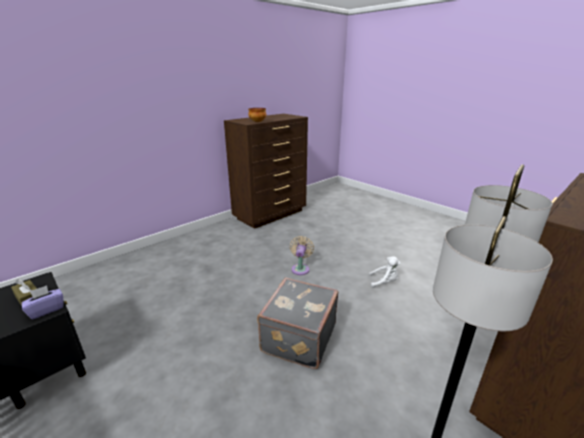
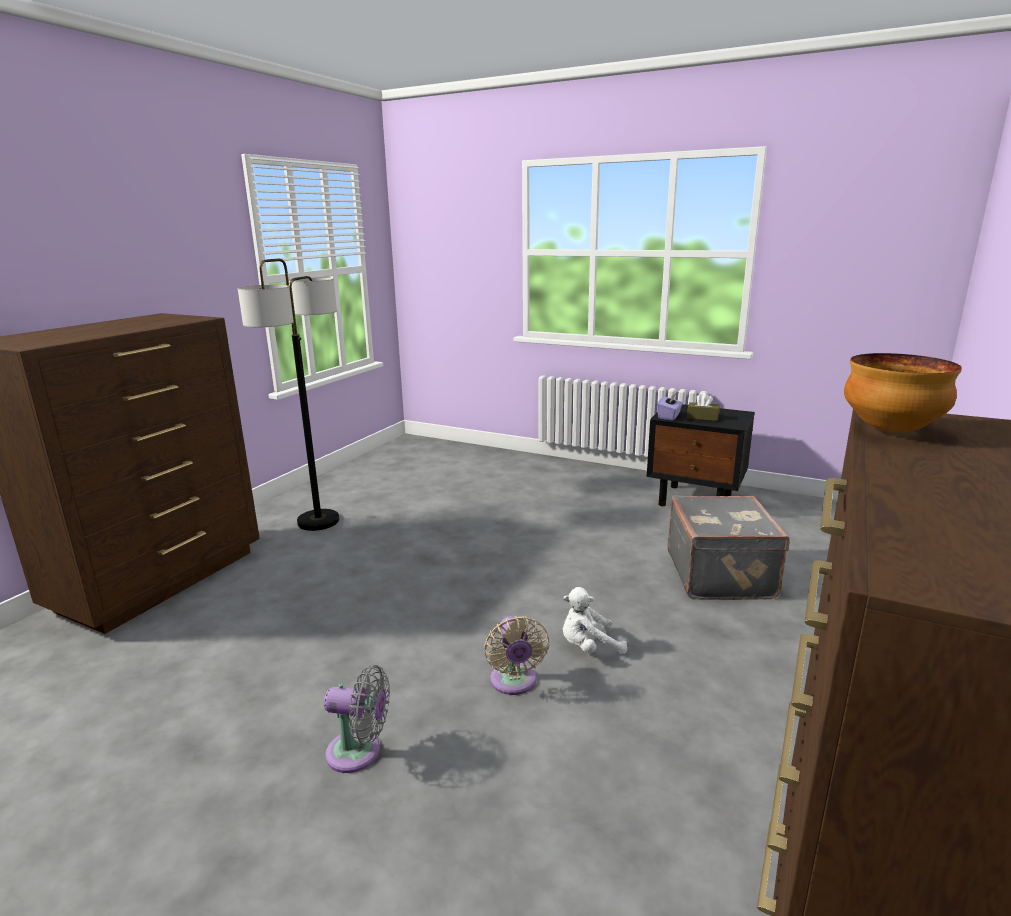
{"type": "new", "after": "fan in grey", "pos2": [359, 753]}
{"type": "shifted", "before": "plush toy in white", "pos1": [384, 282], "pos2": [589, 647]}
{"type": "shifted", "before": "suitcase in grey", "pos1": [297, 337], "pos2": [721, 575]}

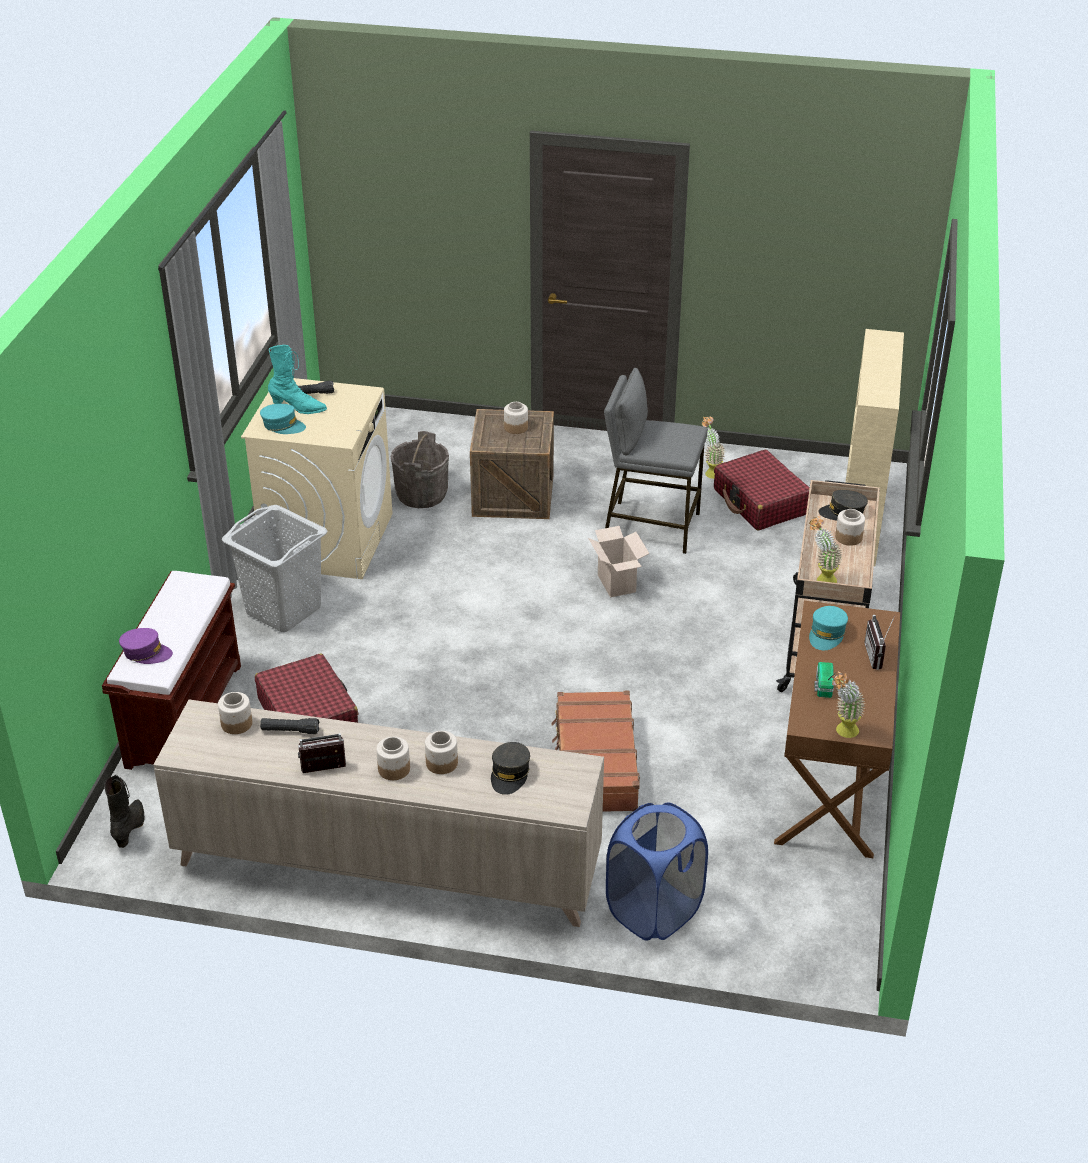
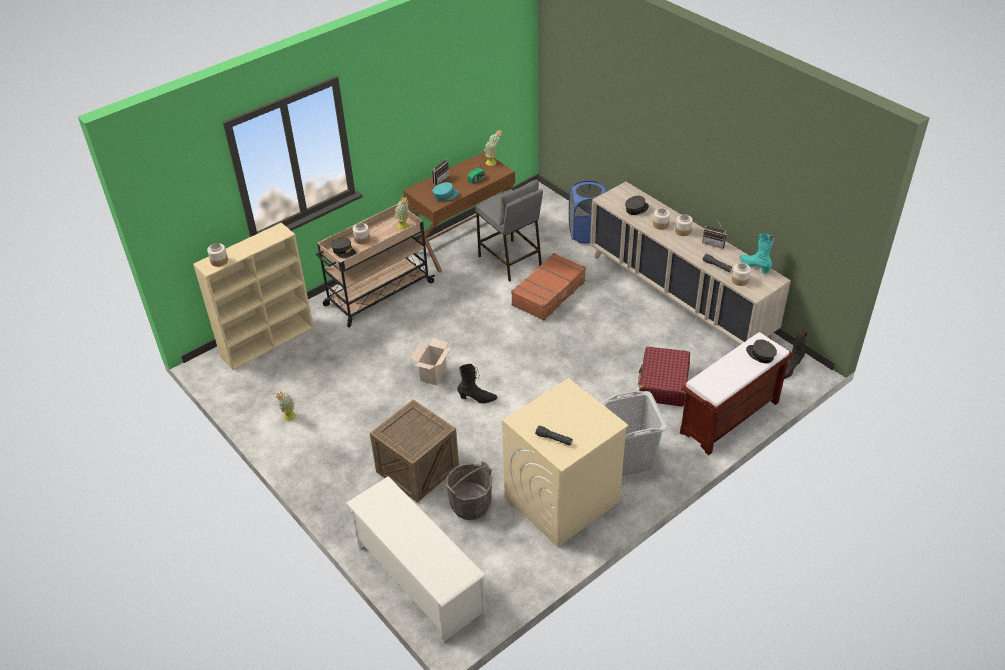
{"type": "shifted", "before": "jar", "pos1": [515, 427], "pos2": [219, 261]}
{"type": "new", "after": "shoe rack in white", "pos2": [419, 578]}
{"type": "new", "after": "boot in black", "pos2": [477, 398]}
{"type": "shifted", "before": "stool in grey", "pos1": [651, 526], "pos2": [510, 261]}
{"type": "shifted", "before": "boot in turquoise", "pos1": [298, 408], "pos2": [754, 266]}
{"type": "repainted", "before": "cap in purple", "after": "cap in grey", "pos1": [146, 653], "pos2": [760, 355]}
{"type": "gone", "before": "cap in turquoise", "pos1": [283, 425]}
{"type": "gone", "before": "suitcase in red", "pos1": [760, 502]}

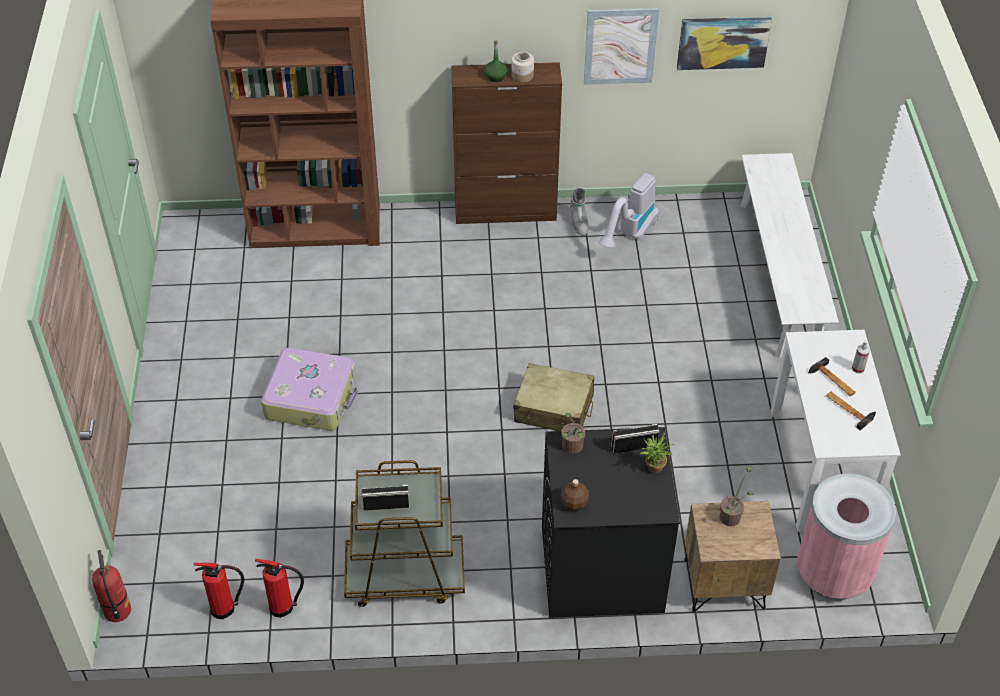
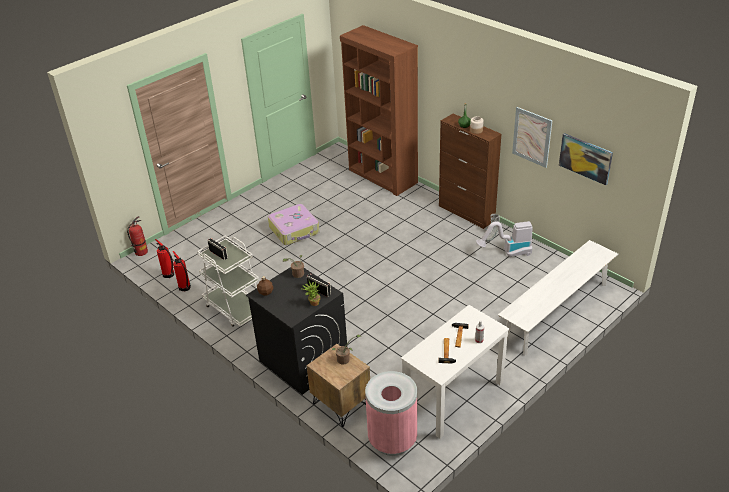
{"type": "repainted", "before": "cart in brown", "after": "cart in white", "pos1": [404, 576], "pos2": [235, 308]}
{"type": "gone", "before": "suitcase in beige", "pos1": [554, 408]}

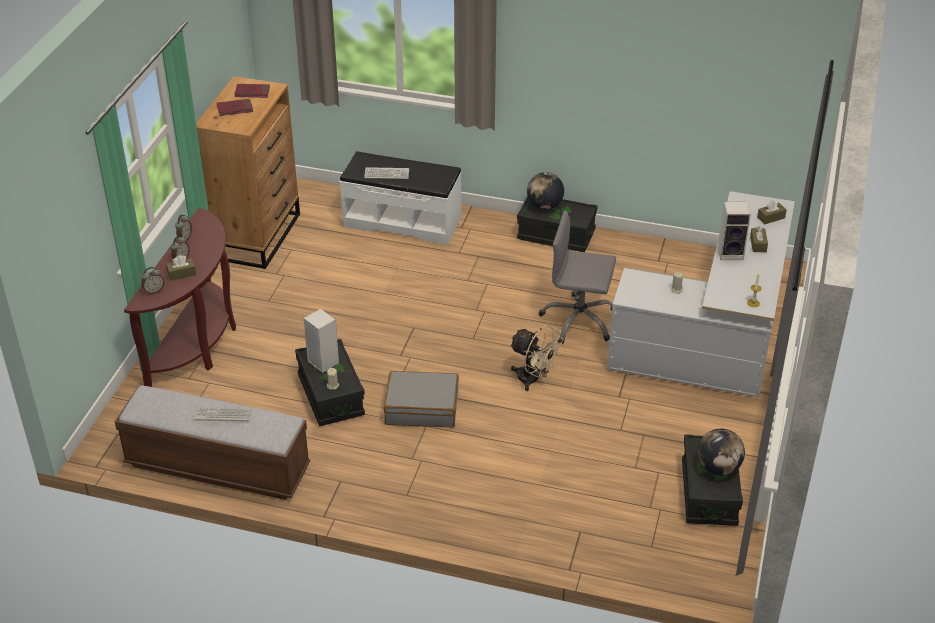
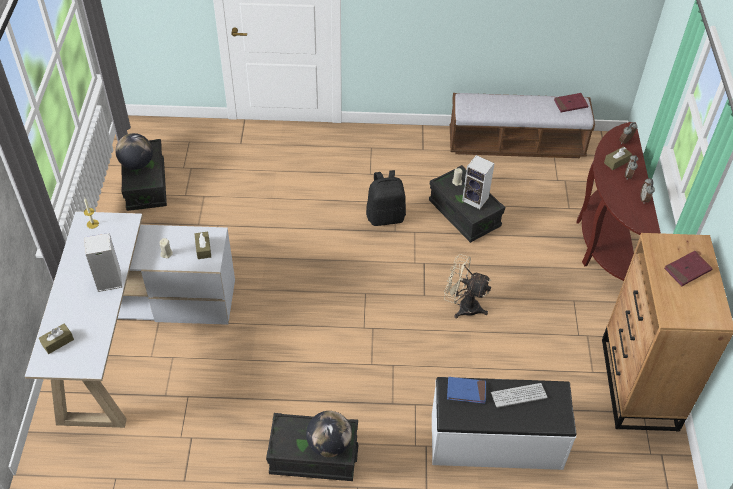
{"type": "shifted", "before": "tissue box in brown", "pos1": [758, 244], "pos2": [203, 248]}
{"type": "swapped", "before": "suitcase in grey", "after": "backpack in black", "pos1": [422, 407], "pos2": [385, 216]}
{"type": "shifted", "before": "fan in beige", "pos1": [533, 379], "pos2": [463, 306]}
{"type": "new", "after": "book in blue", "pos2": [466, 391]}
{"type": "shifted", "before": "book in red", "pos1": [252, 92], "pos2": [570, 104]}
{"type": "gone", "before": "keyboard", "pos1": [223, 415]}
{"type": "gone", "before": "office chair in grey", "pos1": [579, 321]}

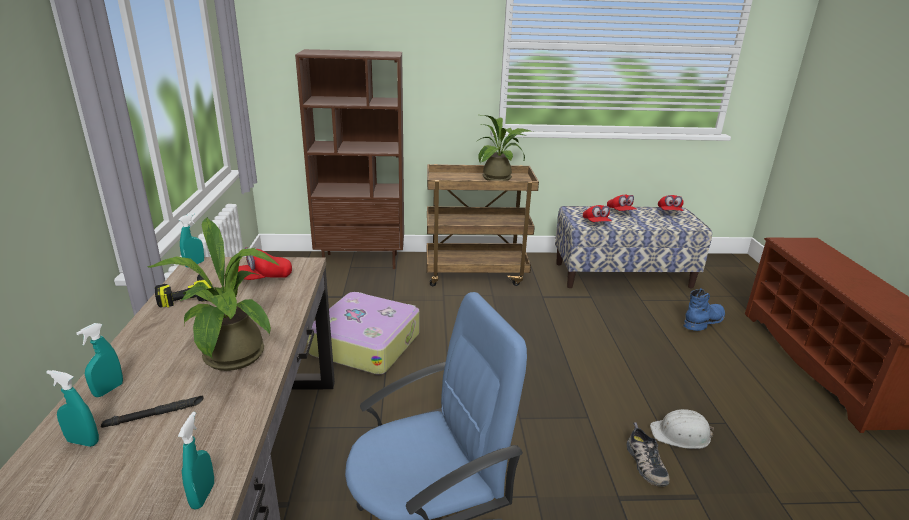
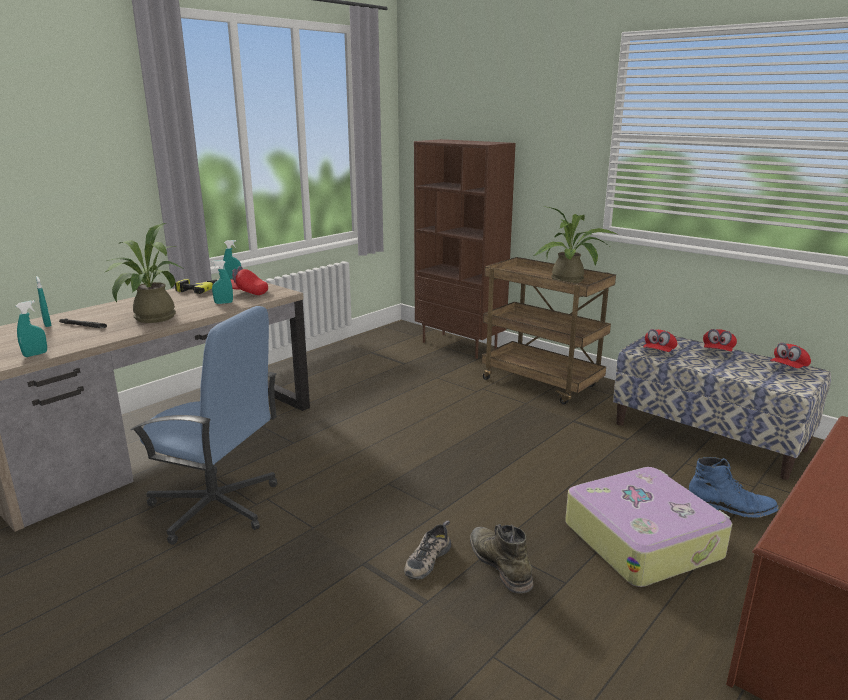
{"type": "shifted", "before": "spray bottle in turquoise", "pos1": [108, 390], "pos2": [223, 303]}
{"type": "swapped", "before": "hard hat in white", "after": "boot in green", "pos1": [681, 434], "pos2": [500, 564]}
{"type": "shifted", "before": "suitcase", "pos1": [365, 343], "pos2": [642, 539]}

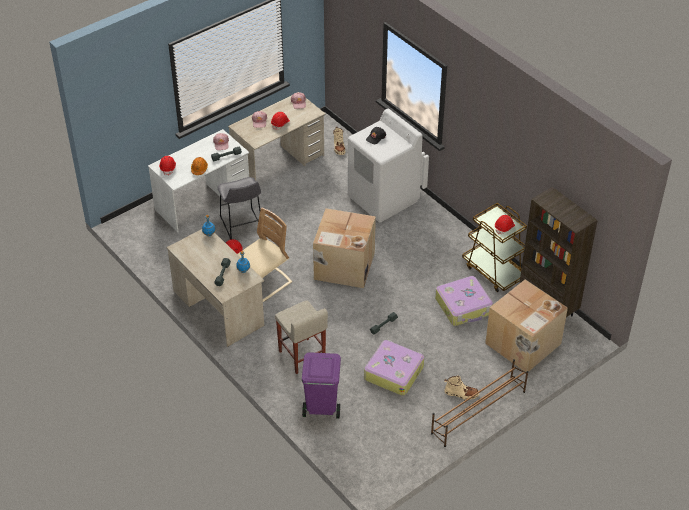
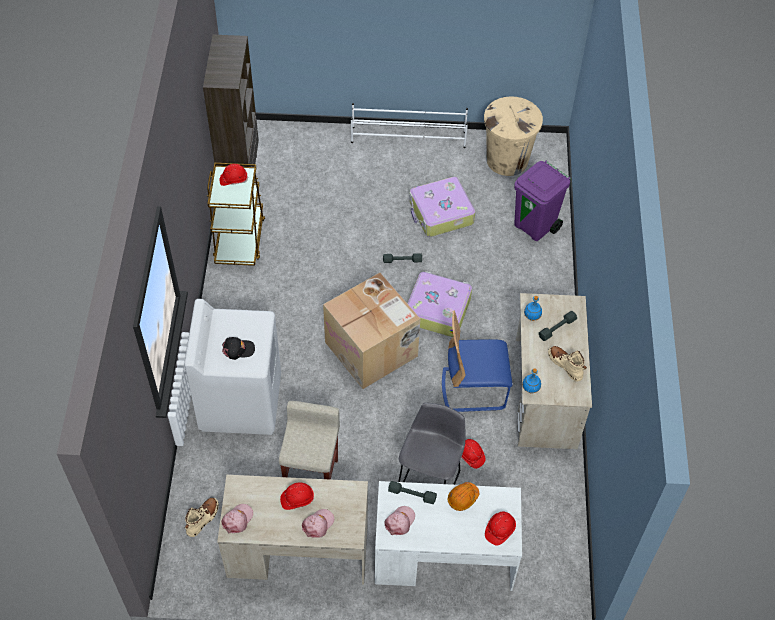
{"type": "shifted", "before": "stool in beige", "pos1": [302, 356], "pos2": [312, 475]}
{"type": "repainted", "before": "shoe rack in brown", "after": "shoe rack in white", "pos1": [478, 412], "pos2": [409, 137]}
{"type": "shifted", "before": "suitcase", "pos1": [464, 306], "pos2": [437, 309]}
{"type": "repainted", "before": "chair in beige", "after": "chair in blue", "pos1": [263, 283], "pos2": [473, 389]}
{"type": "new", "after": "trash can in beige", "pos2": [507, 159]}
{"type": "shifted", "before": "boot in beige", "pos1": [461, 393], "pos2": [565, 365]}
{"type": "gone", "before": "cardboard box", "pos1": [523, 344]}

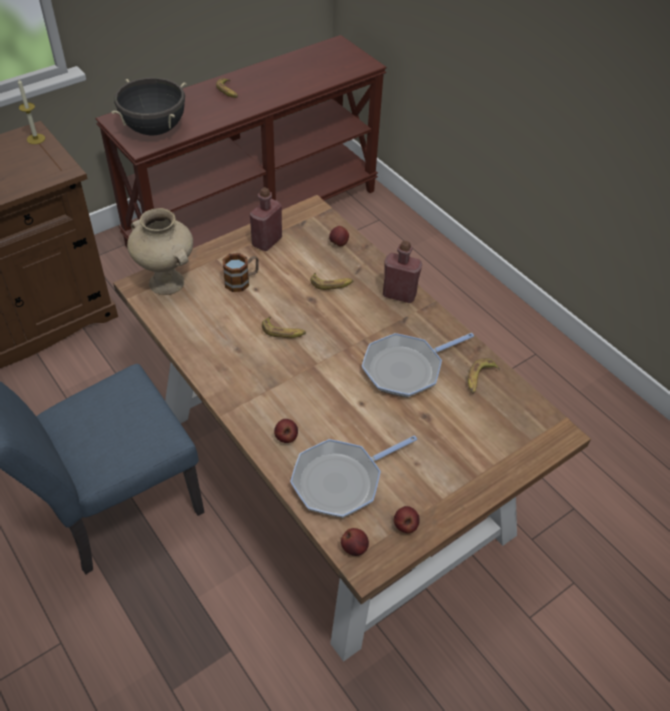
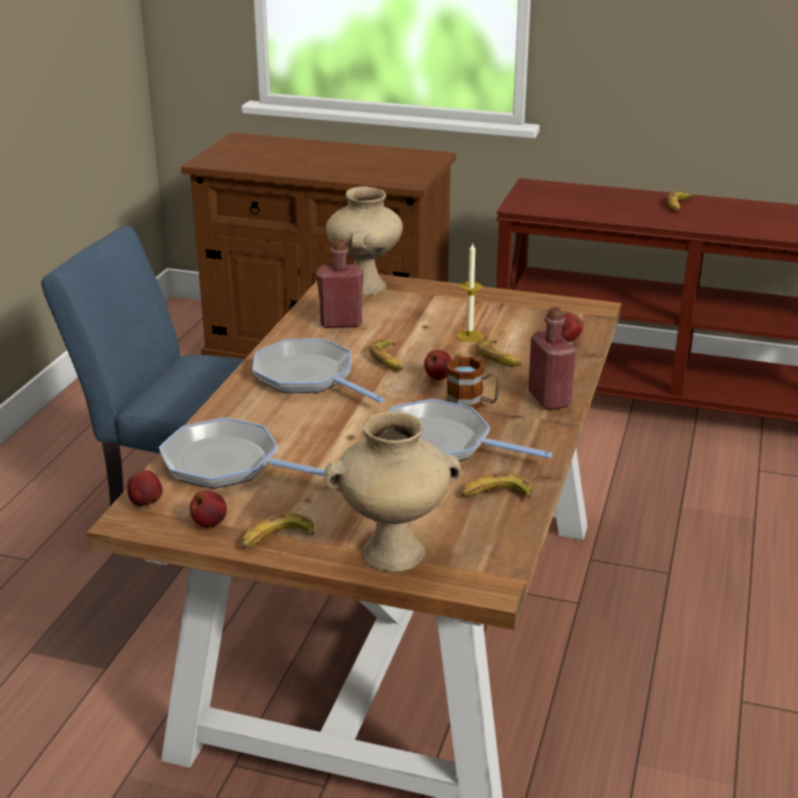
{"type": "new", "after": "banana", "pos2": [277, 539]}
{"type": "new", "after": "frying pan", "pos2": [308, 377]}
{"type": "shifted", "before": "bottle in red", "pos1": [267, 241], "pos2": [341, 323]}
{"type": "new", "after": "vase in beige", "pos2": [394, 551]}
{"type": "shifted", "before": "apple", "pos1": [286, 438], "pos2": [438, 377]}
{"type": "shifted", "before": "mug", "pos1": [242, 281], "pos2": [472, 404]}
{"type": "shifted", "before": "candle", "pos1": [36, 139], "pos2": [469, 336]}
{"type": "gone", "before": "cooking pot in black", "pos1": [154, 129]}

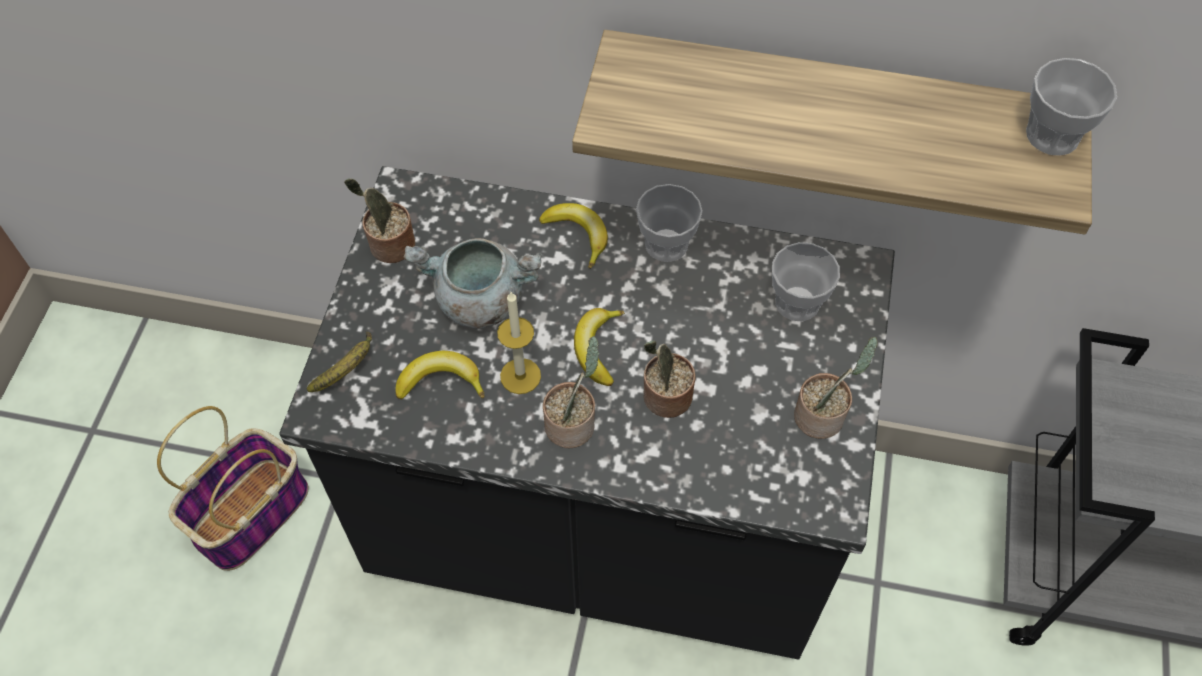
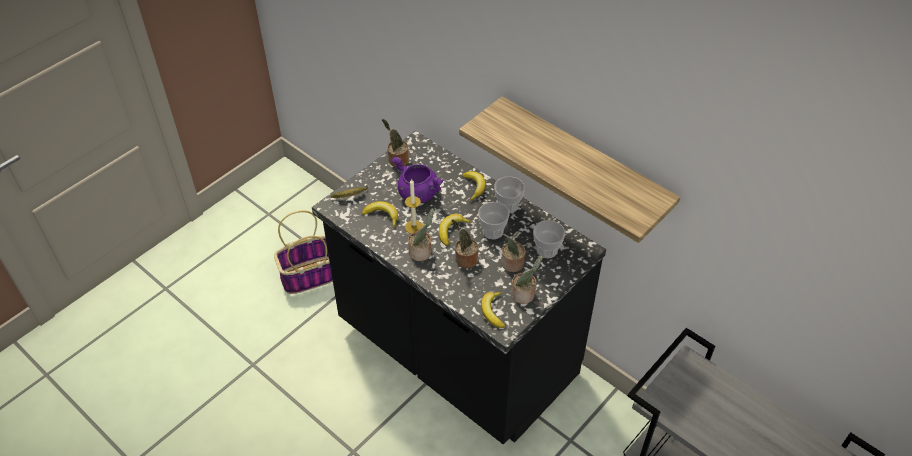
{"type": "repainted", "before": "cooking pot in grey", "after": "cooking pot in purple", "pos1": [478, 301], "pos2": [417, 194]}
{"type": "shifted", "before": "cup", "pos1": [1052, 135], "pos2": [492, 231]}
{"type": "new", "after": "banana", "pos2": [492, 311]}
{"type": "new", "after": "potted plant", "pos2": [512, 264]}

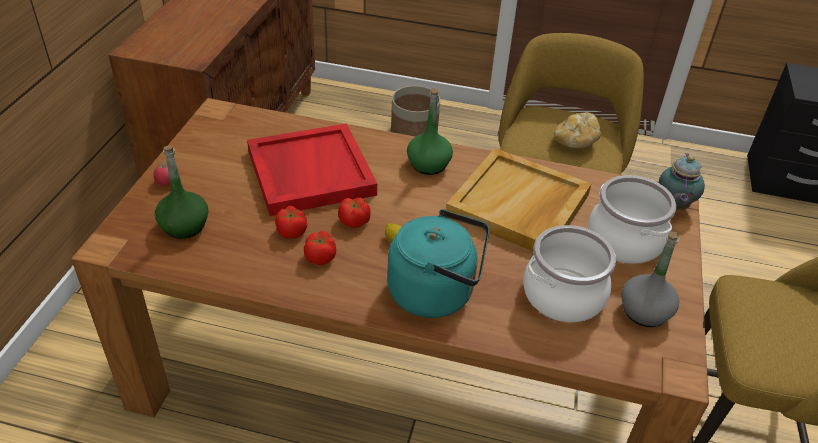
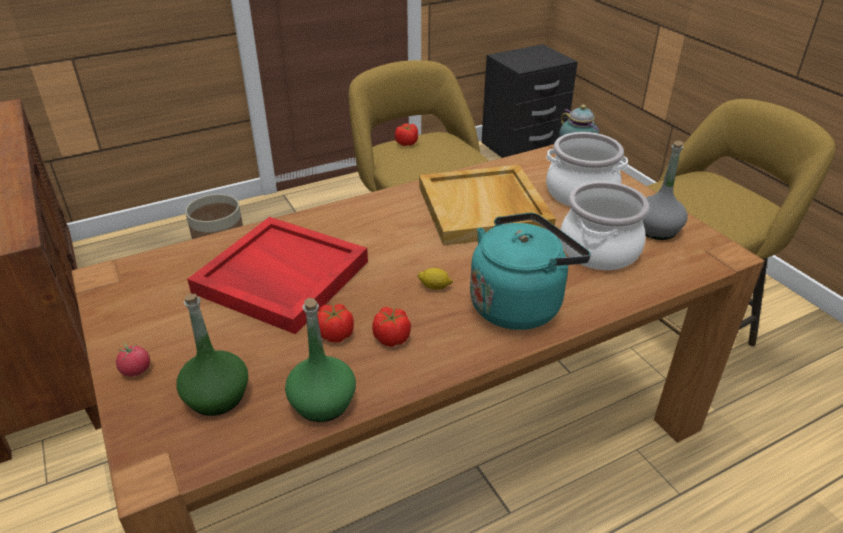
{"type": "shifted", "before": "bottle in green", "pos1": [429, 165], "pos2": [323, 403]}
{"type": "shifted", "before": "tomato", "pos1": [354, 221], "pos2": [407, 143]}
{"type": "gone", "before": "bread", "pos1": [575, 141]}

